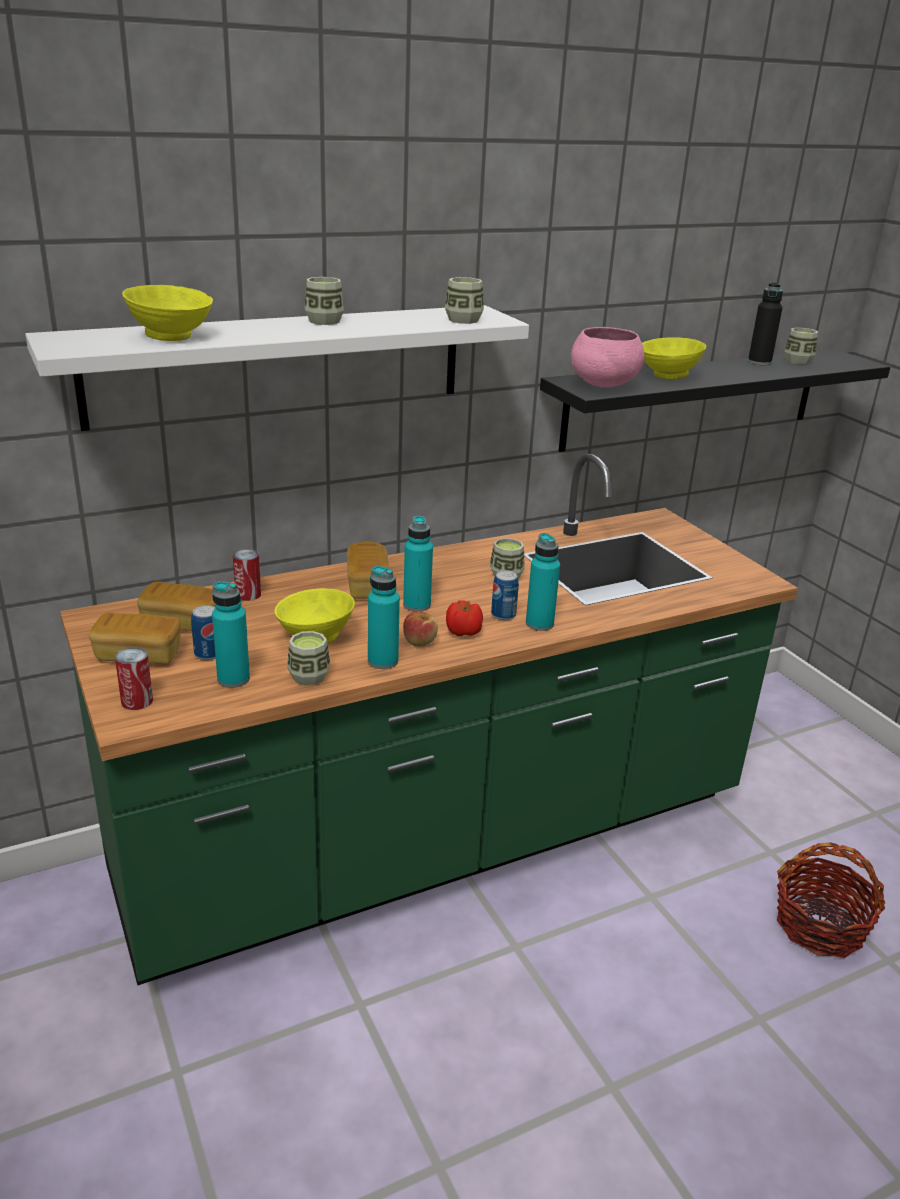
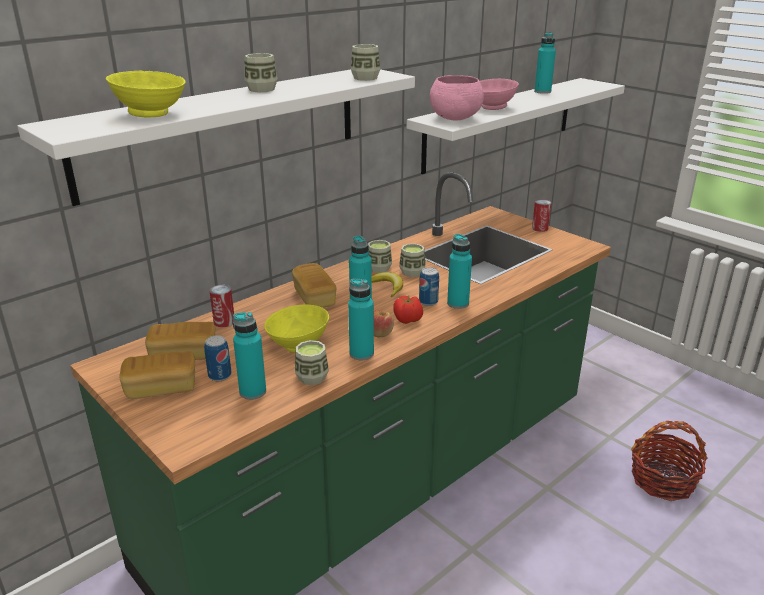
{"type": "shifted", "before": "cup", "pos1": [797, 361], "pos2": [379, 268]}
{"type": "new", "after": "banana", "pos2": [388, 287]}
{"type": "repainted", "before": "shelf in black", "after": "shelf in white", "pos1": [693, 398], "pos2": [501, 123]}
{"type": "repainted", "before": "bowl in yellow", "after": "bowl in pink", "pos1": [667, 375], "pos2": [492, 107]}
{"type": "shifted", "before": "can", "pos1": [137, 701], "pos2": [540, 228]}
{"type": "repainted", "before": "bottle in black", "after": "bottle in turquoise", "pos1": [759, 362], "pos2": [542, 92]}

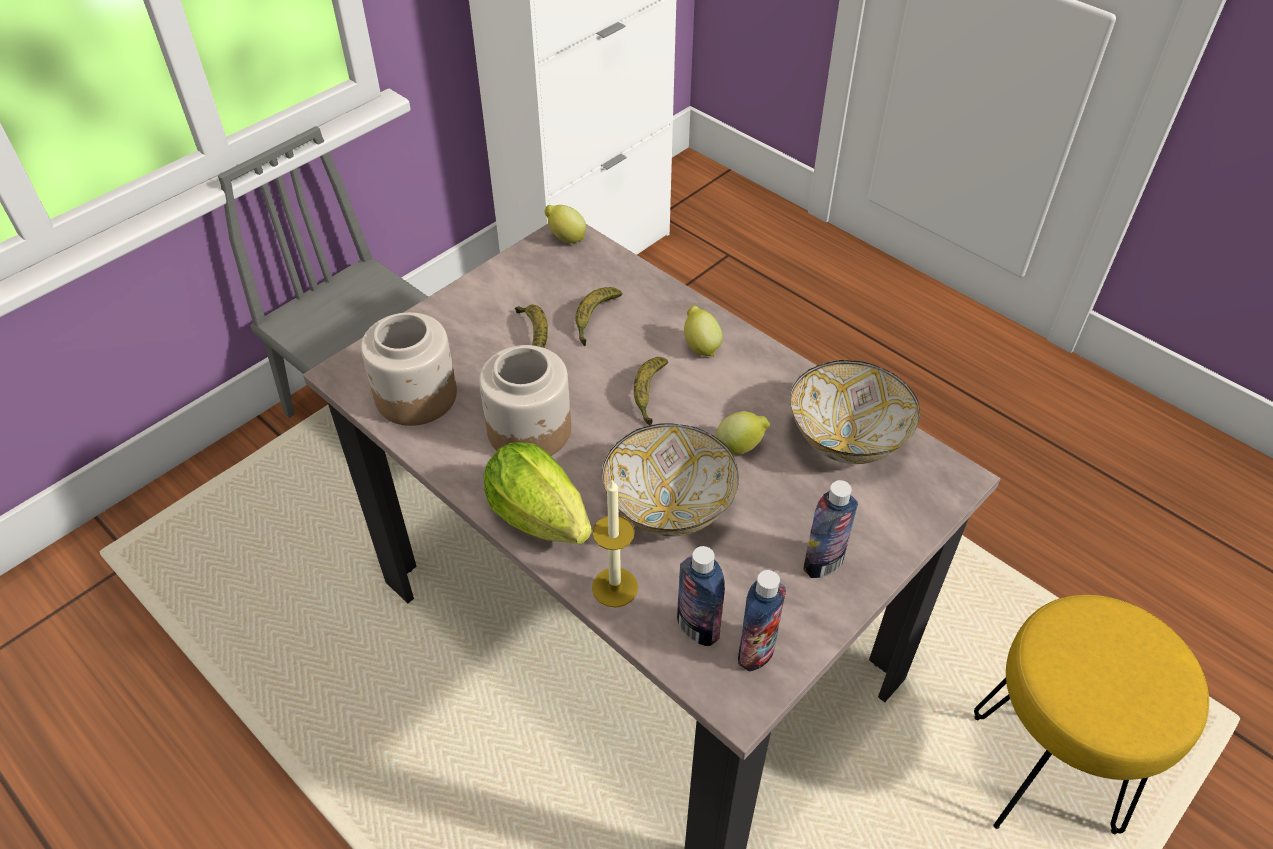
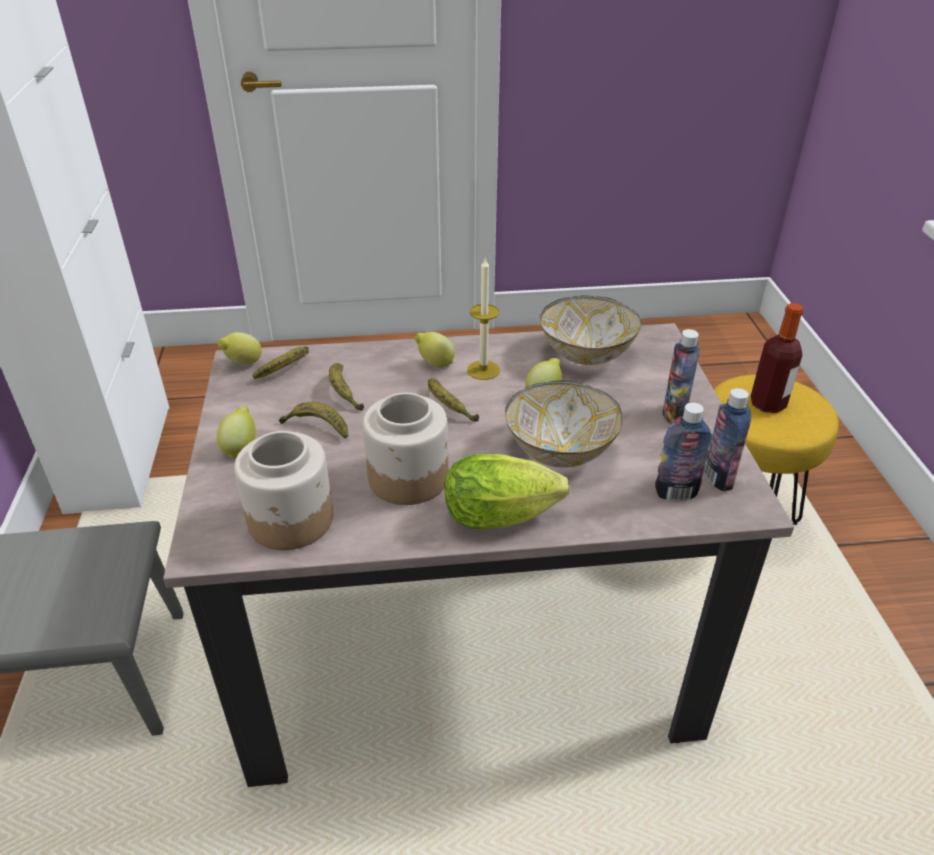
{"type": "new", "after": "lemon", "pos2": [241, 448]}
{"type": "new", "after": "banana", "pos2": [287, 369]}
{"type": "shifted", "before": "candle", "pos1": [615, 587], "pos2": [483, 370]}
{"type": "new", "after": "bottle", "pos2": [767, 404]}

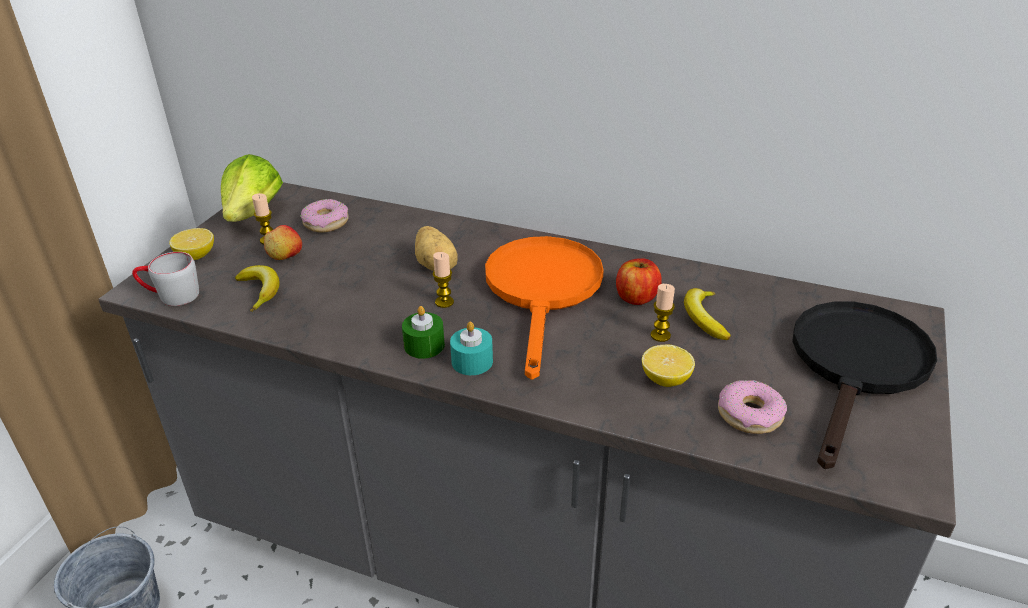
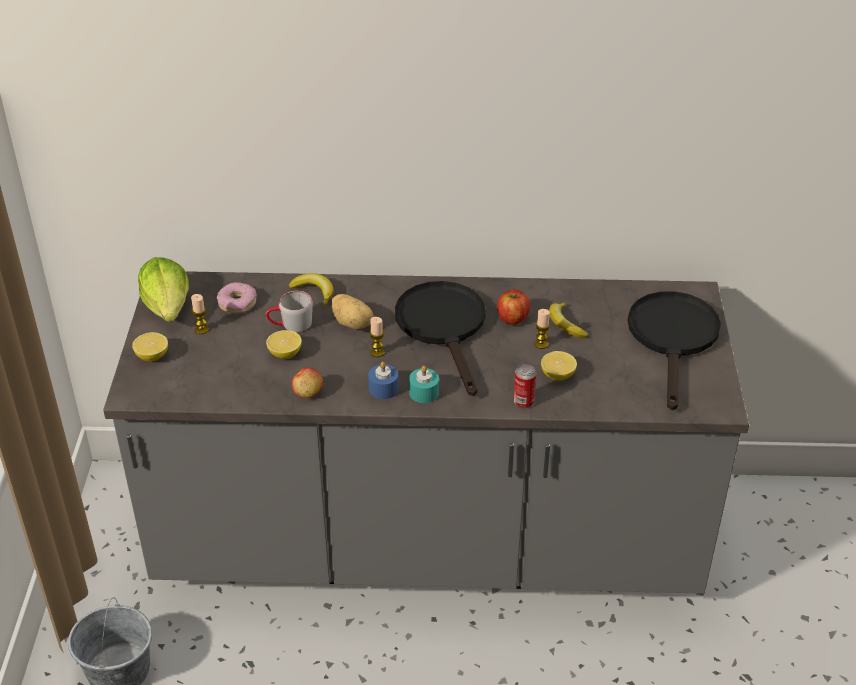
{"type": "shifted", "before": "mug in grey", "pos1": [170, 296], "pos2": [290, 325]}
{"type": "new", "after": "lemon", "pos2": [285, 354]}
{"type": "shifted", "before": "banana", "pos1": [260, 291], "pos2": [314, 292]}
{"type": "shifted", "before": "apple", "pos1": [285, 256], "pos2": [308, 392]}
{"type": "repainted", "before": "candle in green", "after": "candle in blue", "pos1": [424, 345], "pos2": [383, 388]}
{"type": "repainted", "before": "frying pan in orange", "after": "frying pan in black", "pos1": [543, 291], "pos2": [444, 327]}
{"type": "new", "after": "can", "pos2": [523, 402]}
{"type": "gone", "before": "donut", "pos1": [749, 414]}

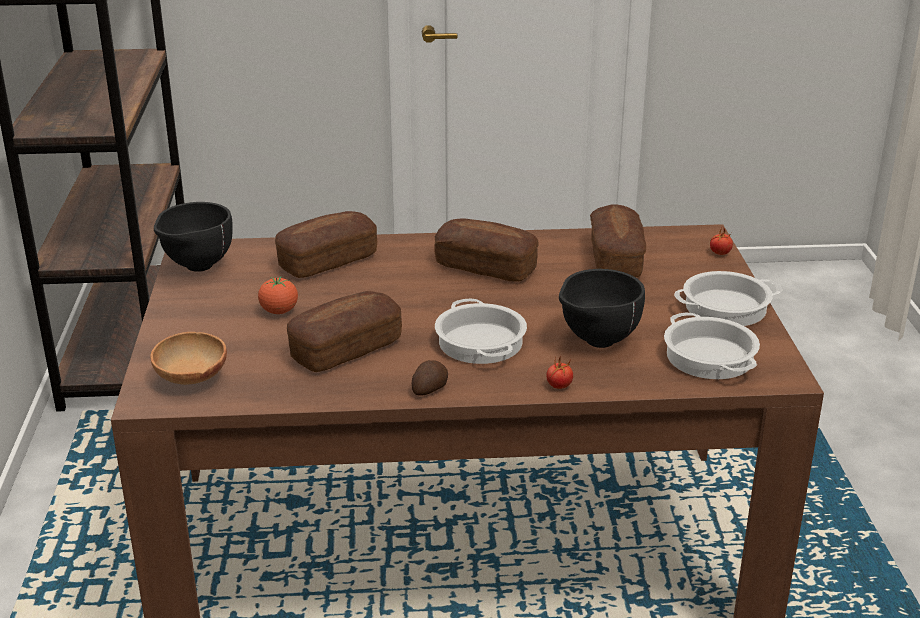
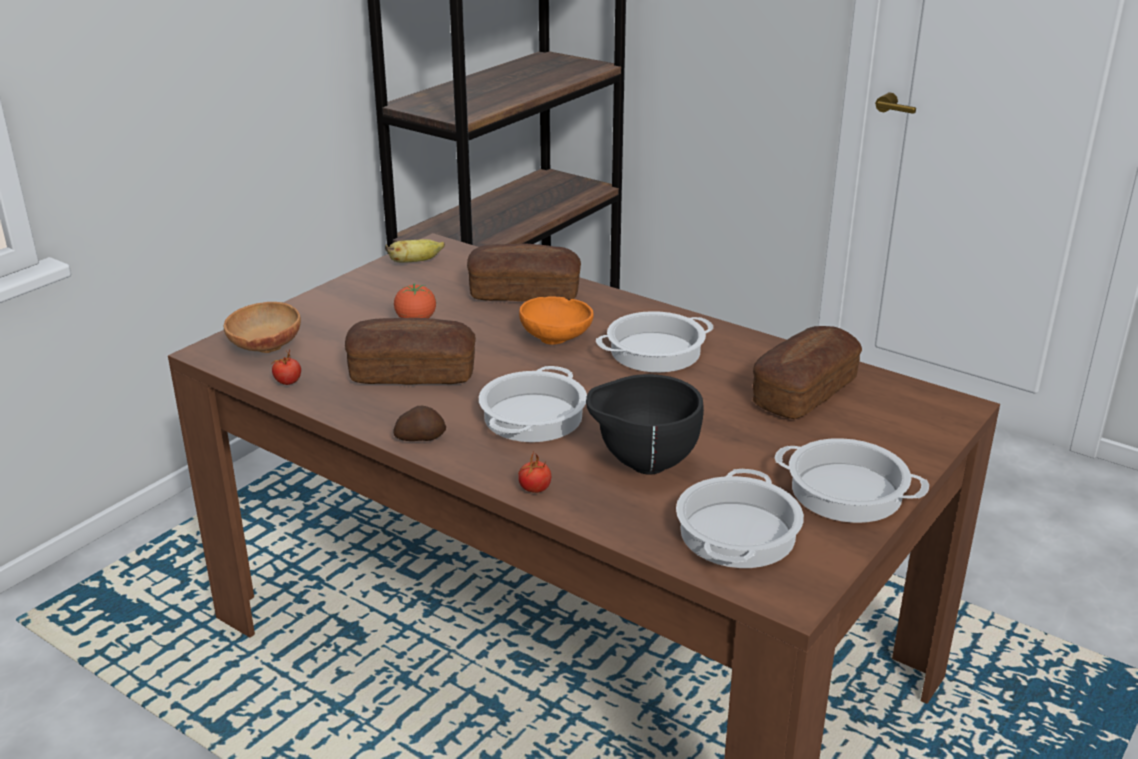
{"type": "shifted", "before": "tomato", "pos1": [720, 253], "pos2": [288, 382]}
{"type": "swapped", "before": "bowl in black", "after": "banana", "pos1": [196, 268], "pos2": [415, 262]}
{"type": "new", "after": "bowl in orange", "pos2": [557, 339]}
{"type": "swapped", "before": "bread", "after": "cooking pot", "pos1": [486, 267], "pos2": [655, 351]}

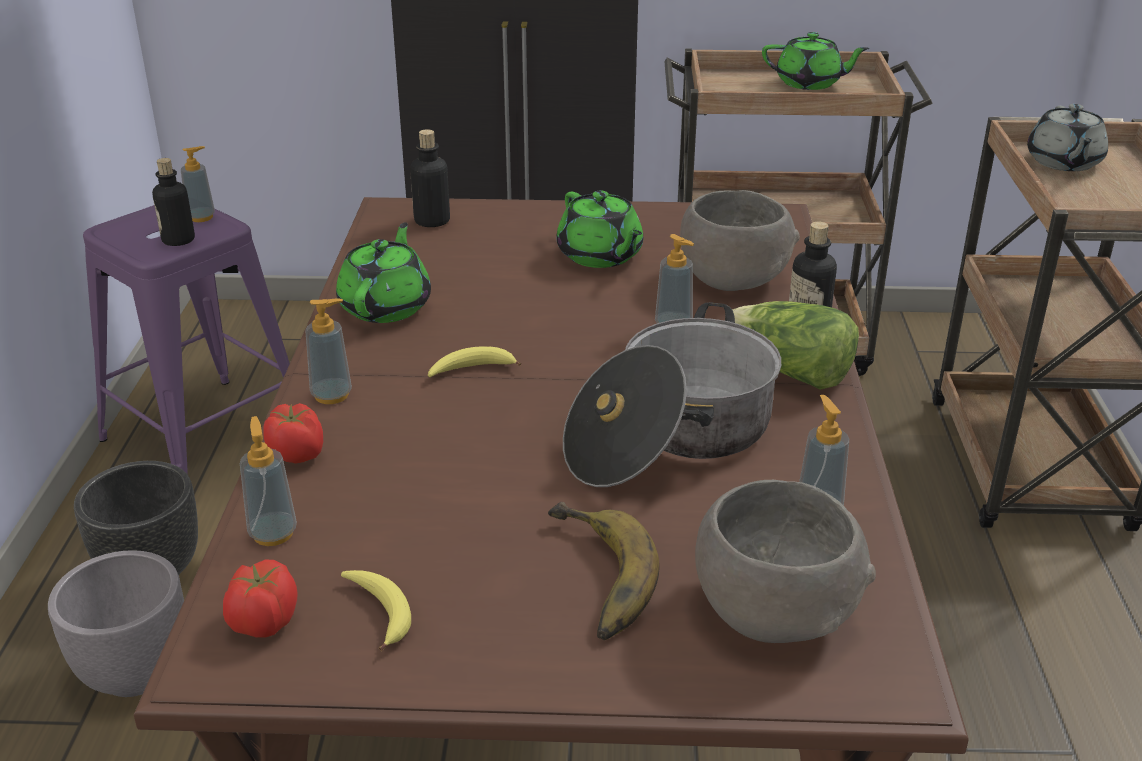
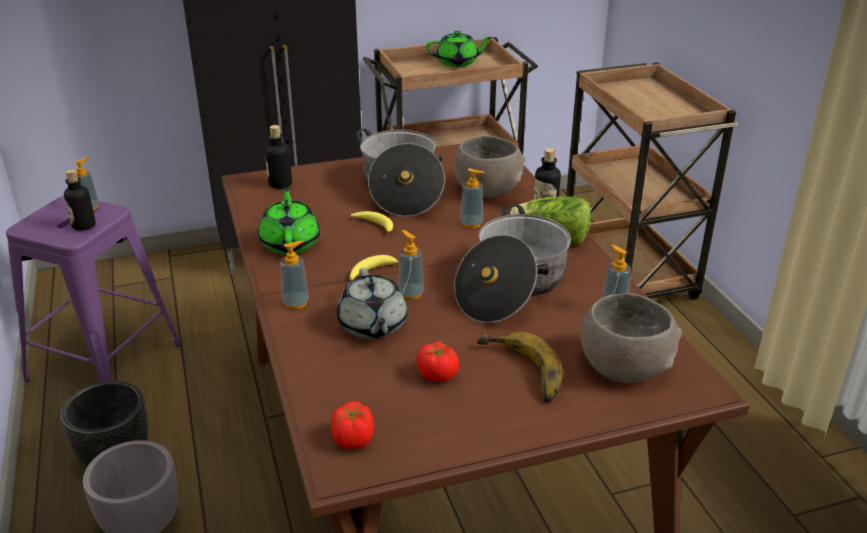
{"type": "shifted", "before": "teapot in grey", "pos1": [1063, 163], "pos2": [372, 326]}
{"type": "shifted", "before": "banana", "pos1": [380, 612], "pos2": [374, 225]}
{"type": "swapped", "before": "teapot in green", "after": "cooking pot", "pos1": [600, 256], "pos2": [401, 189]}
{"type": "shifted", "before": "soap dispenser", "pos1": [273, 533], "pos2": [411, 294]}
{"type": "shifted", "before": "tomato", "pos1": [297, 454], "pos2": [437, 375]}

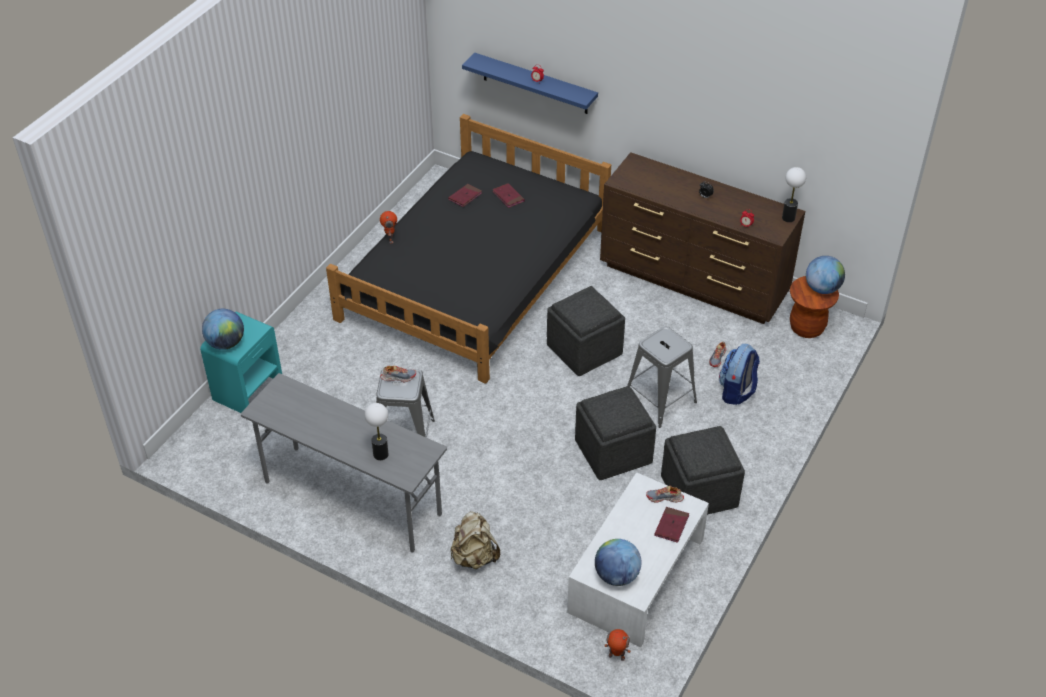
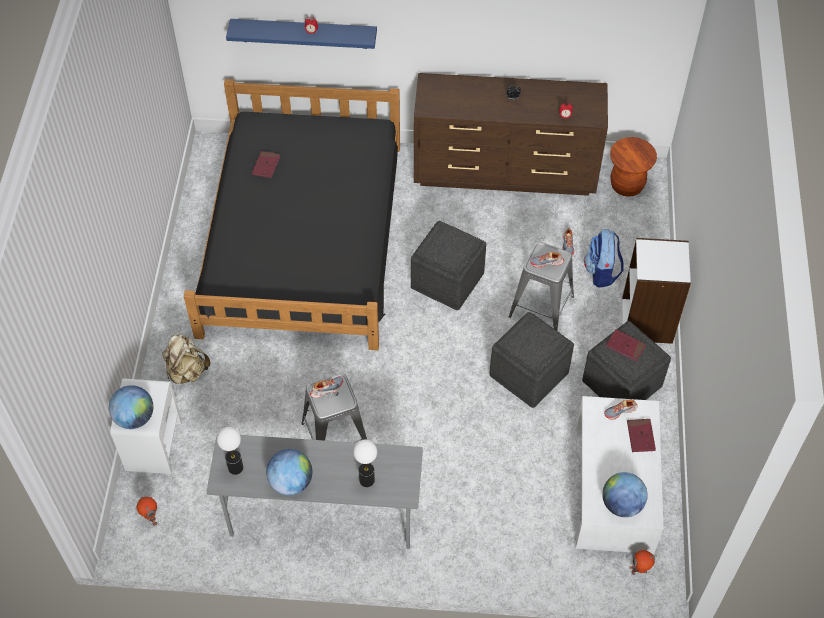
{"type": "repainted", "before": "nightstand in turquoise", "after": "nightstand in white", "pos1": [248, 388], "pos2": [154, 444]}
{"type": "shifted", "before": "toy robot", "pos1": [390, 239], "pos2": [151, 519]}
{"type": "shifted", "before": "backpack in beige", "pos1": [474, 557], "pos2": [187, 371]}
{"type": "shifted", "before": "table lamp", "pos1": [788, 218], "pos2": [235, 468]}
{"type": "shifted", "before": "globe", "pos1": [822, 288], "pos2": [291, 482]}
{"type": "new", "after": "shoe", "pos2": [546, 262]}
{"type": "shifted", "before": "book in red", "pos1": [508, 197], "pos2": [625, 346]}
{"type": "new", "after": "bookcase in white", "pos2": [647, 321]}

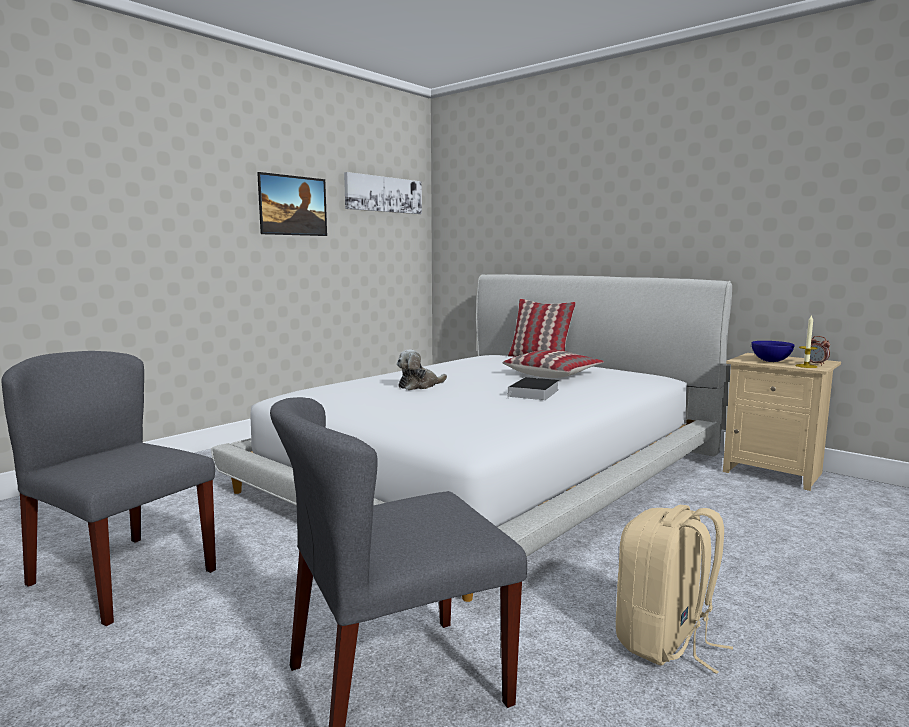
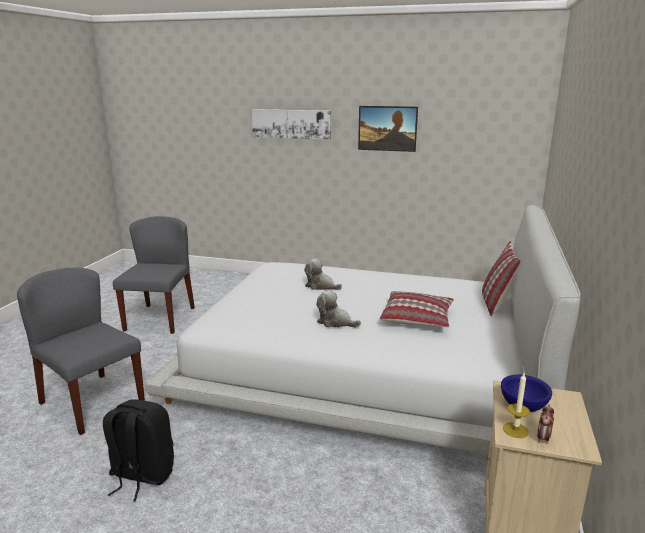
{"type": "repainted", "before": "backpack in beige", "after": "backpack in black", "pos1": [665, 642], "pos2": [141, 476]}
{"type": "shifted", "before": "picture", "pos1": [383, 194], "pos2": [291, 124]}
{"type": "swapped", "before": "book", "after": "plush toy", "pos1": [533, 393], "pos2": [335, 322]}

